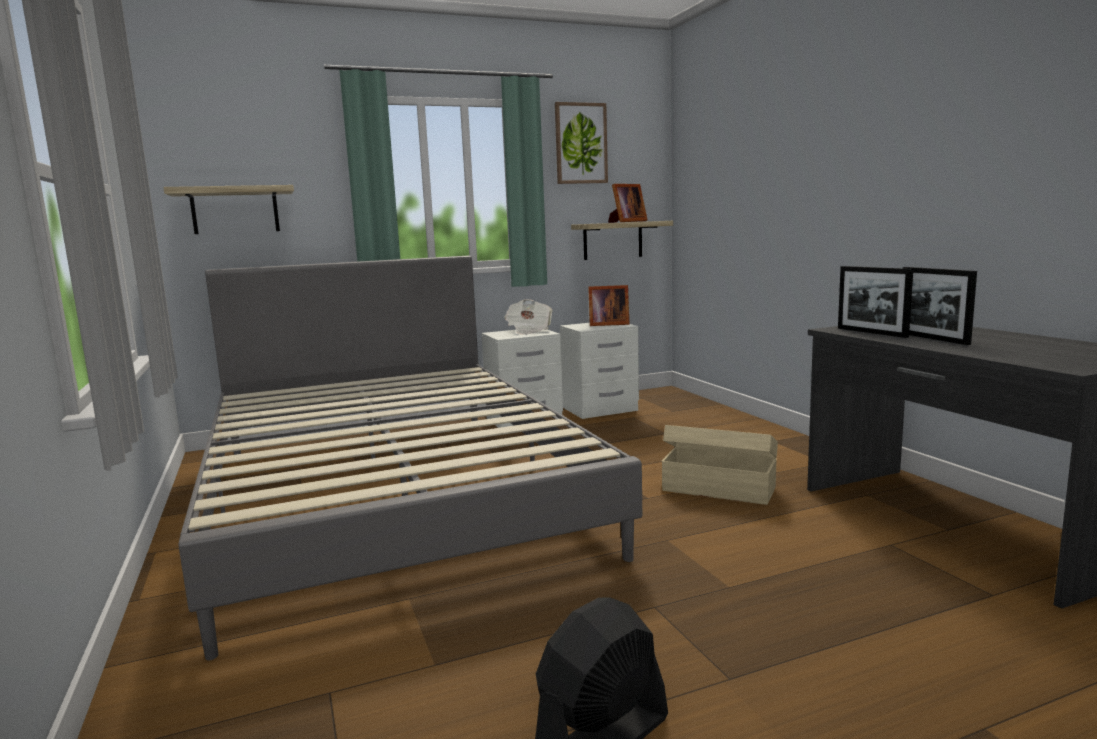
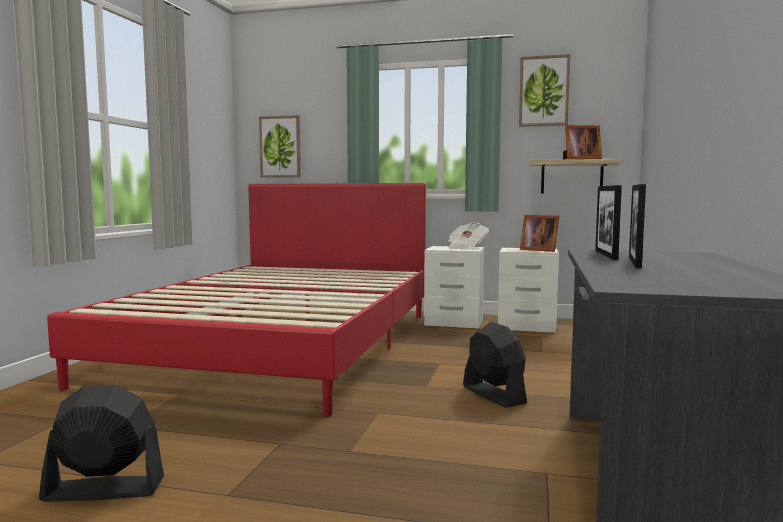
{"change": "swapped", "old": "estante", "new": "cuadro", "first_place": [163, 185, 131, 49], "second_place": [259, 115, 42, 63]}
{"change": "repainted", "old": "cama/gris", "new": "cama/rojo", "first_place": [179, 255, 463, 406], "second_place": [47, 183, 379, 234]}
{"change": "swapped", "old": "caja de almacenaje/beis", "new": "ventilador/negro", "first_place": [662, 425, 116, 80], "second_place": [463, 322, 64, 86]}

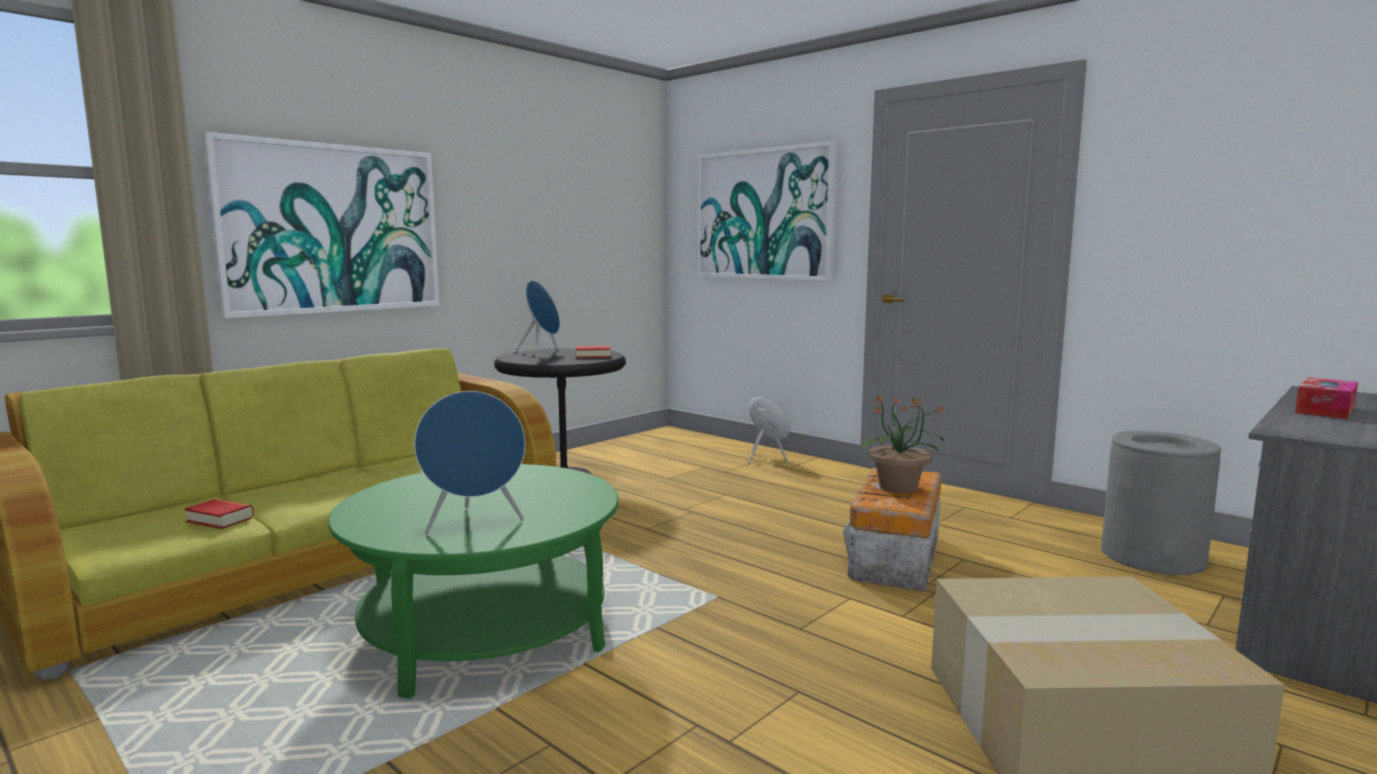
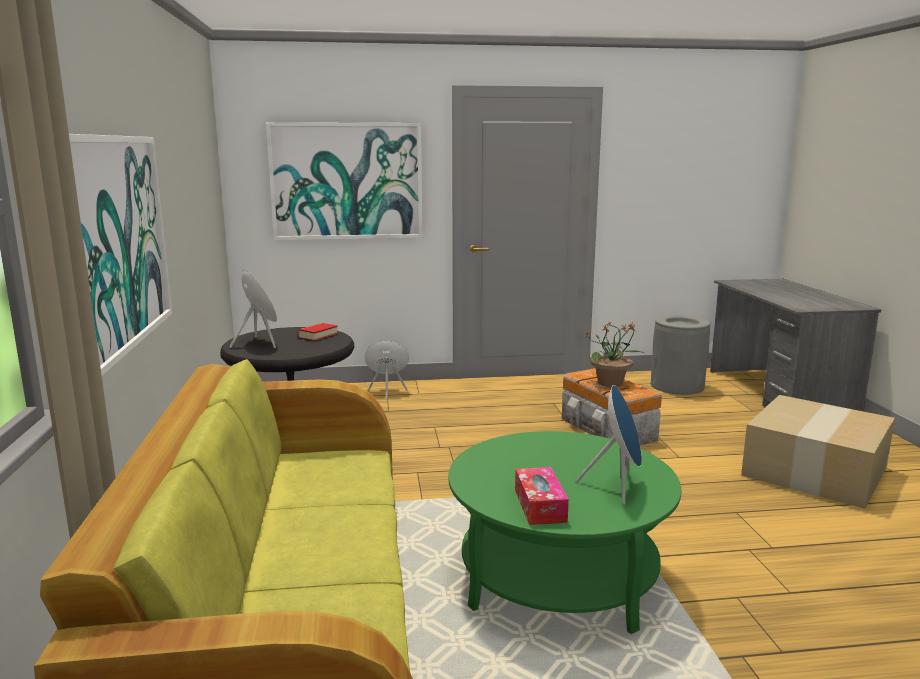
{"change": "shifted", "old": "caja de pañuelos", "first_place": [1295, 377, 63, 42], "second_place": [515, 467, 54, 58]}
{"change": "gone", "old": "libro", "first_place": [184, 499, 70, 30]}

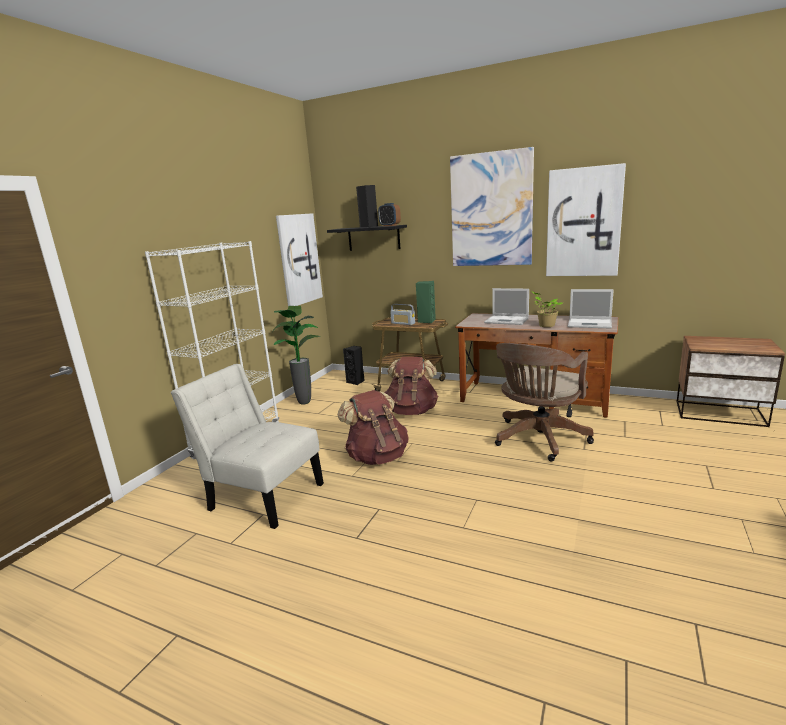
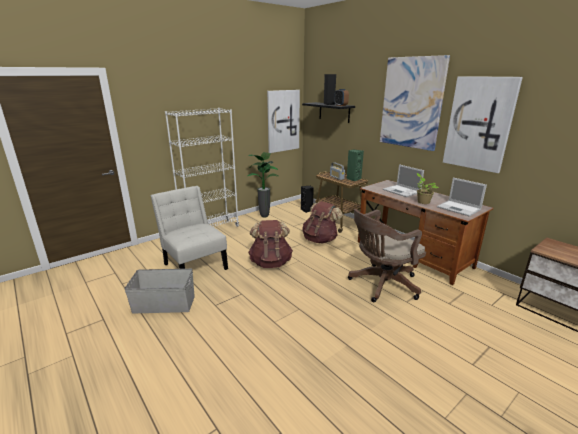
{"change": "new", "new": "caja de almacenaje/gris", "second_place": [124, 269, 71, 44]}

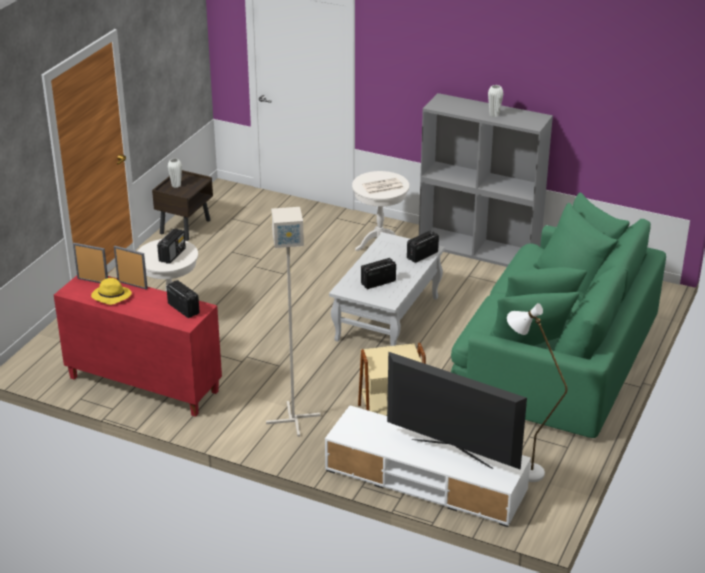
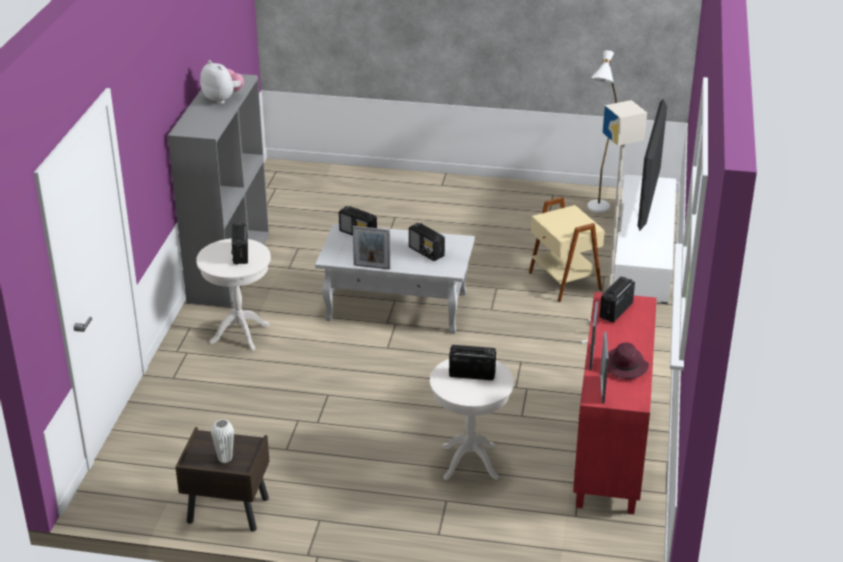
{"change": "swapped", "old": "florero/blanco", "new": "peluche", "first_place": [488, 85, 16, 32], "second_place": [200, 60, 44, 44]}
{"change": "swapped", "old": "periódico", "new": "radio", "first_place": [362, 178, 41, 16], "second_place": [231, 223, 17, 42]}
{"change": "gone", "old": "sofá/verde", "first_place": [451, 192, 215, 246]}
{"change": "repainted", "old": "sombrero/amarillo", "new": "sombrero/morado", "first_place": [91, 278, 41, 27], "second_place": [607, 342, 42, 37]}
{"change": "new", "new": "portarretratos", "second_place": [353, 226, 37, 44]}

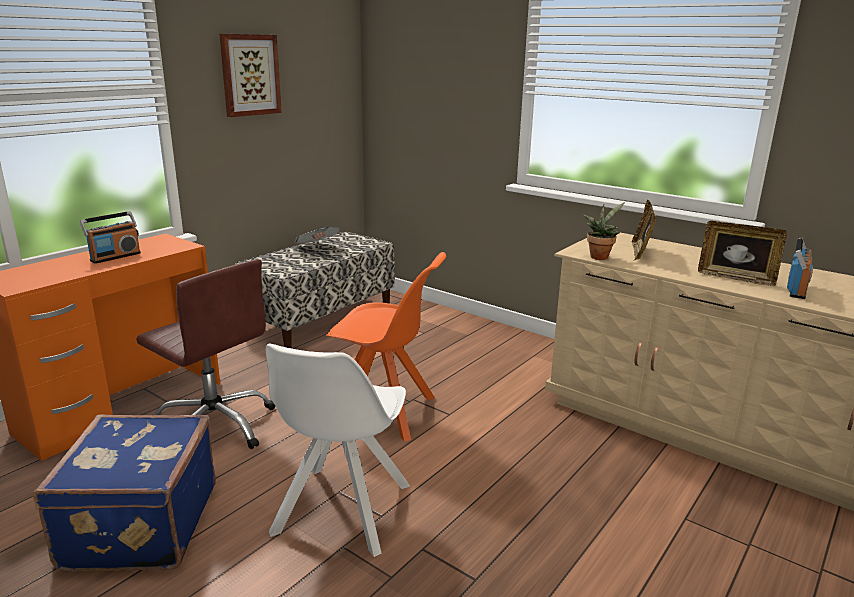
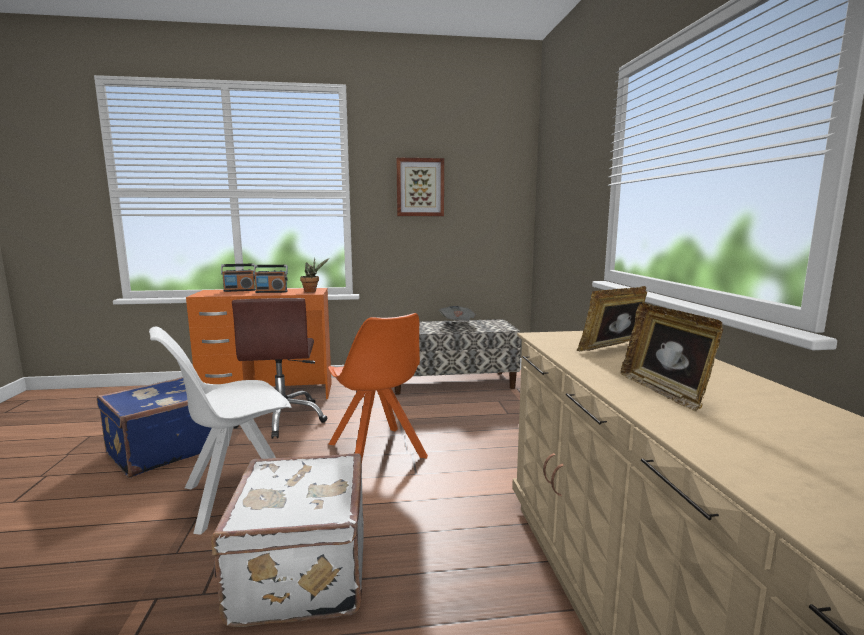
{"change": "shifted", "old": "planta en maceta", "first_place": [582, 202, 43, 58], "second_place": [300, 258, 29, 34]}
{"change": "shifted", "old": "radio", "first_place": [787, 238, 26, 61], "second_place": [221, 264, 35, 28]}
{"change": "new", "new": "maleta/blanco", "second_place": [211, 453, 153, 174]}

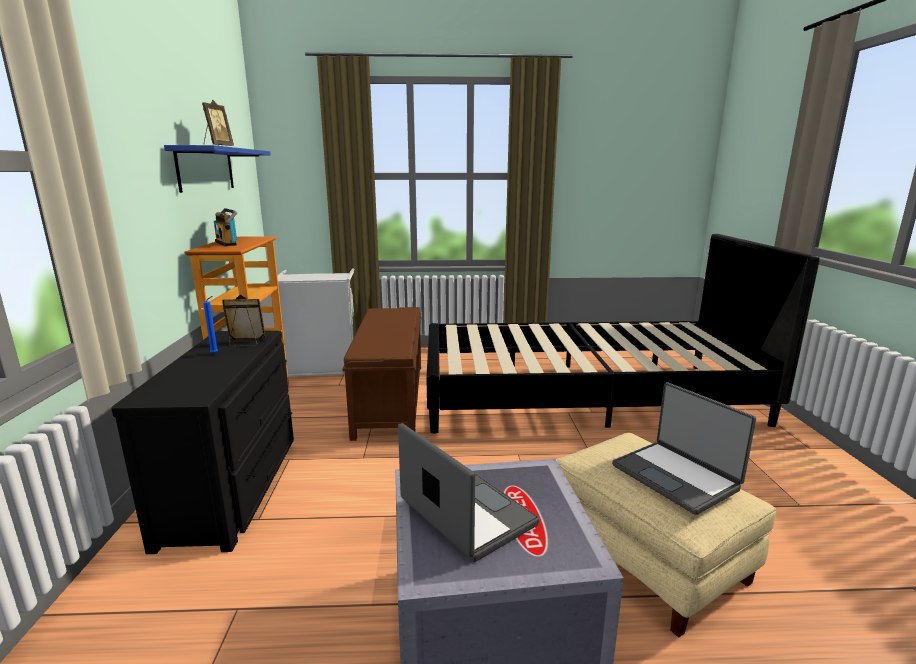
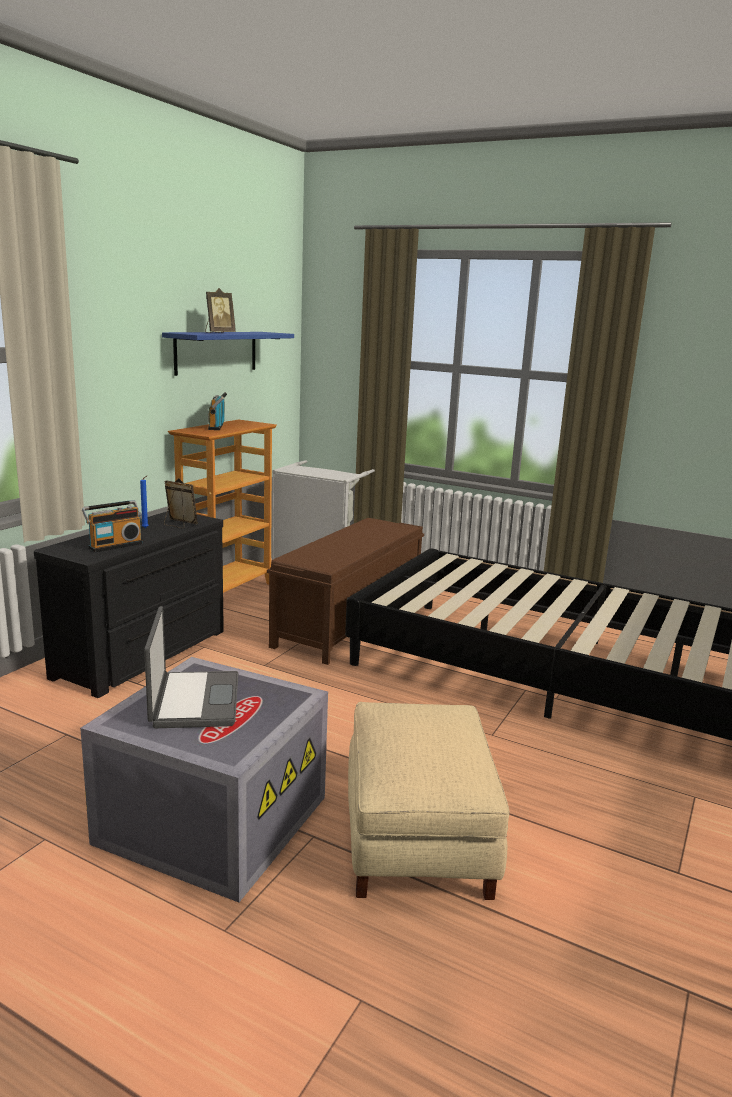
{"change": "gone", "old": "portátil", "first_place": [612, 382, 144, 133]}
{"change": "new", "new": "radio", "second_place": [82, 500, 60, 52]}

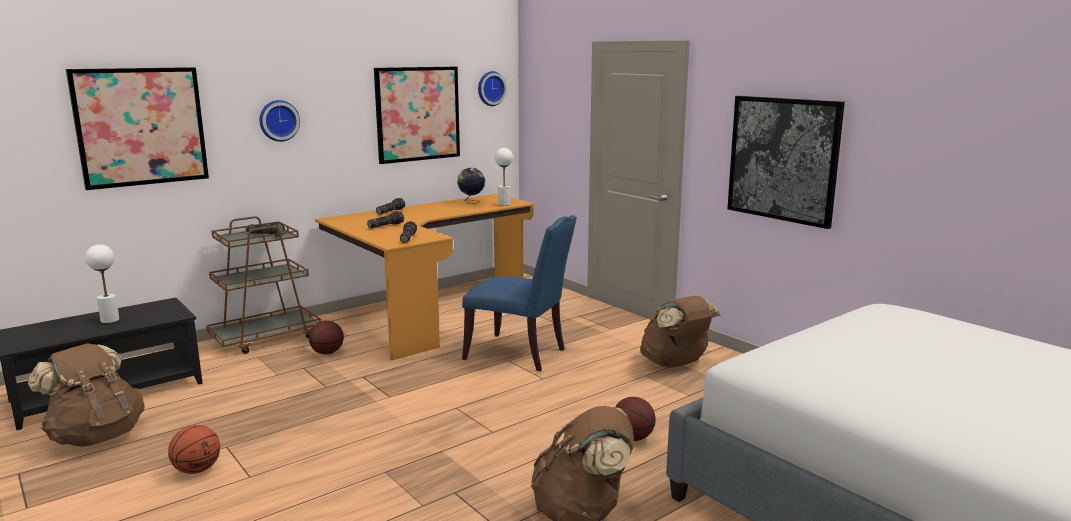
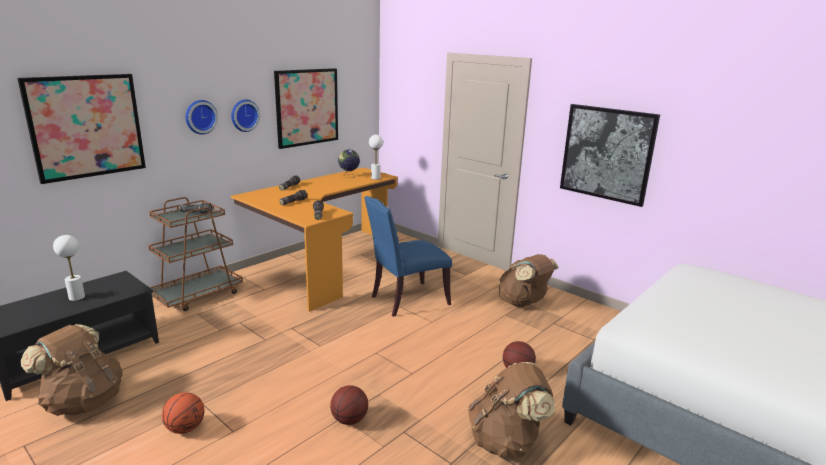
{"change": "shifted", "old": "reloj de pared", "first_place": [478, 71, 29, 35], "second_place": [231, 100, 29, 32]}
{"change": "rotated", "old": "silla/azul", "first_place": [462, 215, 115, 156], "second_place": [364, 196, 88, 121], "degrees": 135}
{"change": "shifted", "old": "balón de baloncesto", "first_place": [309, 320, 35, 35], "second_place": [330, 385, 38, 40]}

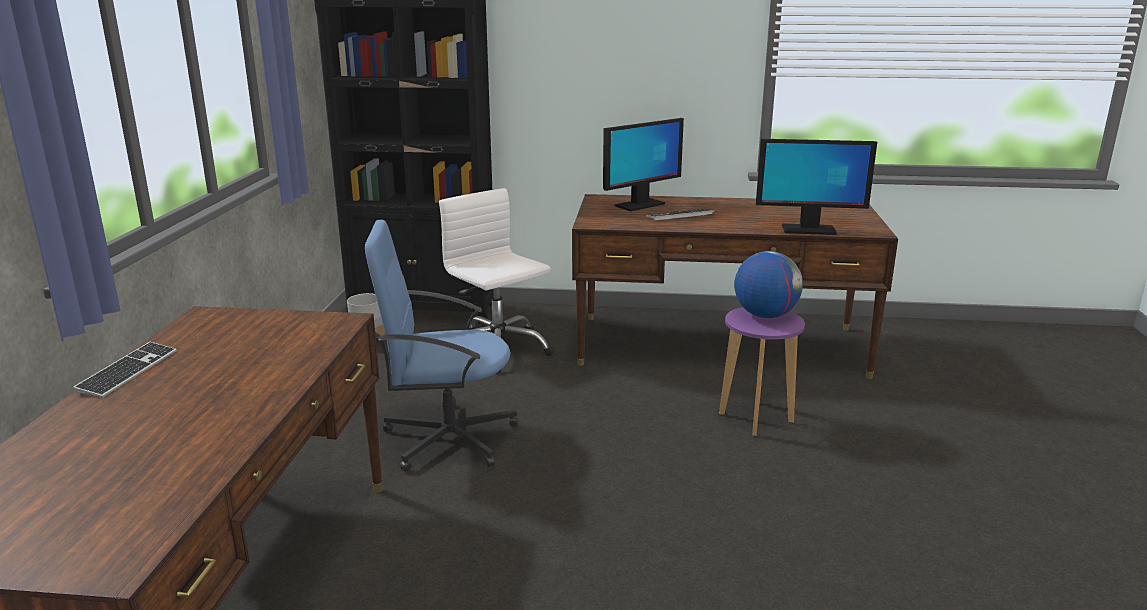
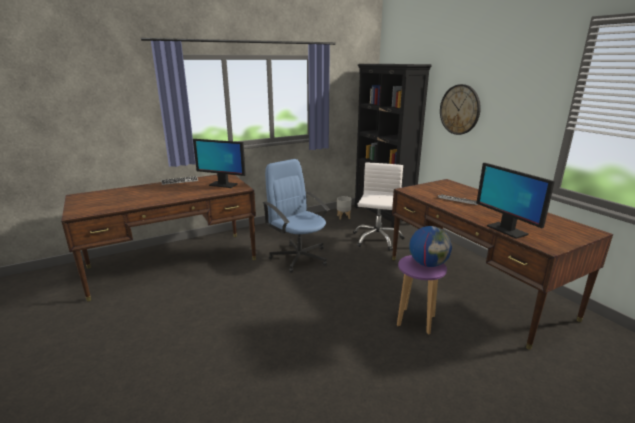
{"change": "shifted", "old": "monitor", "first_place": [603, 118, 81, 93], "second_place": [193, 139, 53, 49]}
{"change": "new", "new": "reloj de pared", "second_place": [440, 84, 41, 51]}

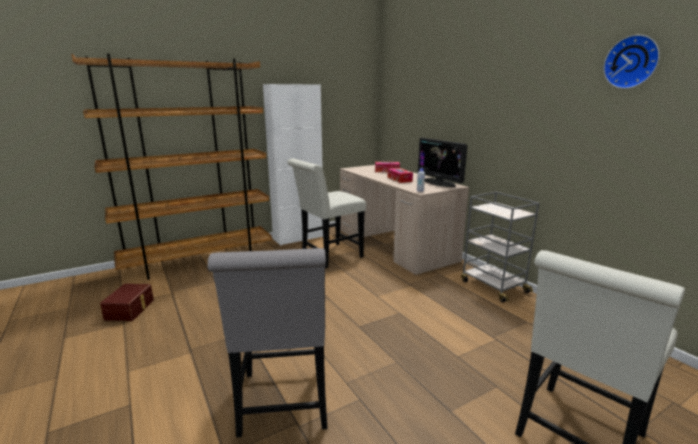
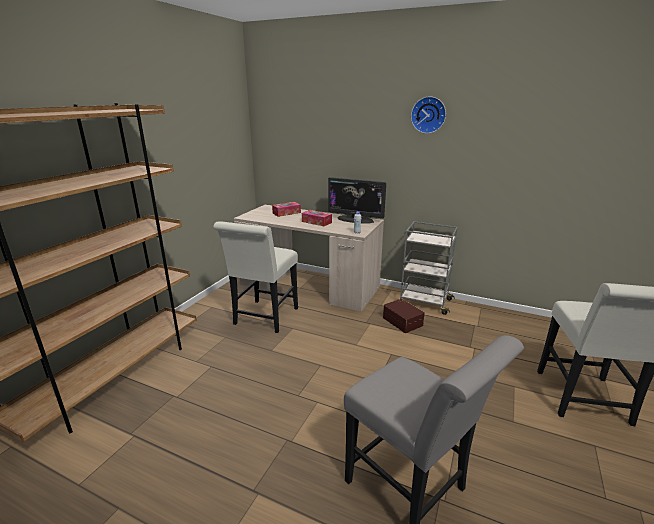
{"change": "shifted", "old": "reloj de pared", "first_place": [603, 35, 57, 54], "second_place": [411, 96, 35, 38]}
{"change": "gone", "old": "armario/blanco", "first_place": [263, 84, 60, 162]}
{"change": "shifted", "old": "caja de almacenaje/marrón", "first_place": [100, 284, 54, 37], "second_place": [383, 299, 42, 34]}

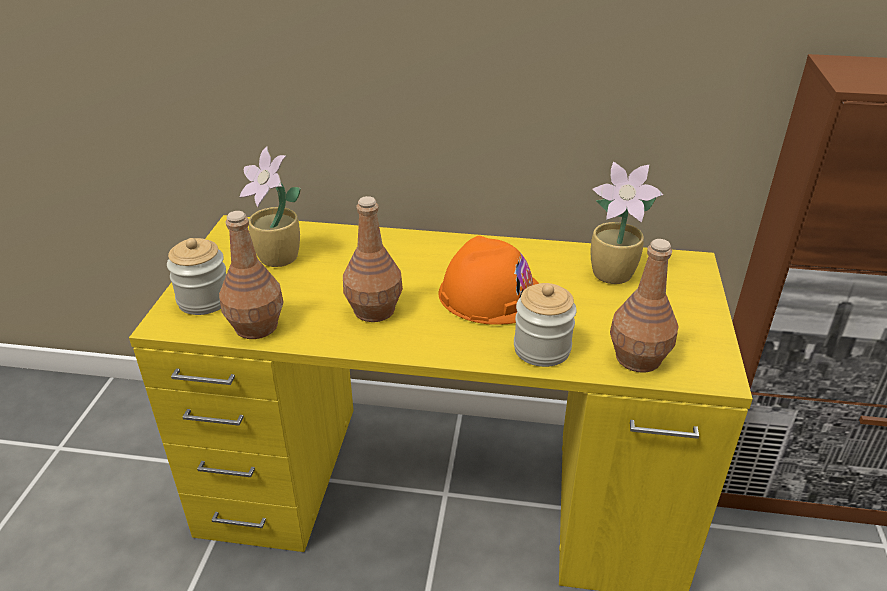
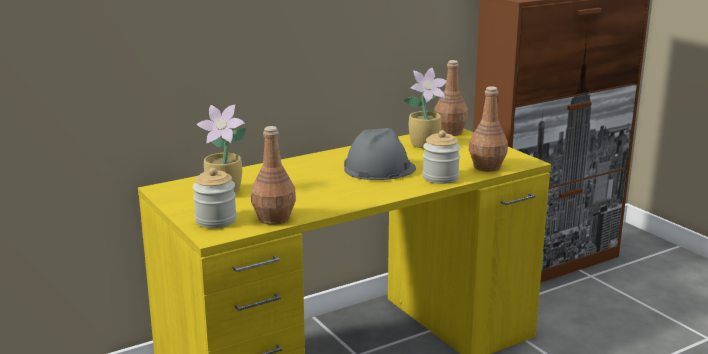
{"change": "shifted", "old": "botella/marrón", "first_place": [343, 196, 60, 126], "second_place": [434, 60, 34, 76]}
{"change": "repainted", "old": "casco/naranja", "new": "casco/gris", "first_place": [438, 235, 102, 90], "second_place": [344, 128, 72, 52]}

